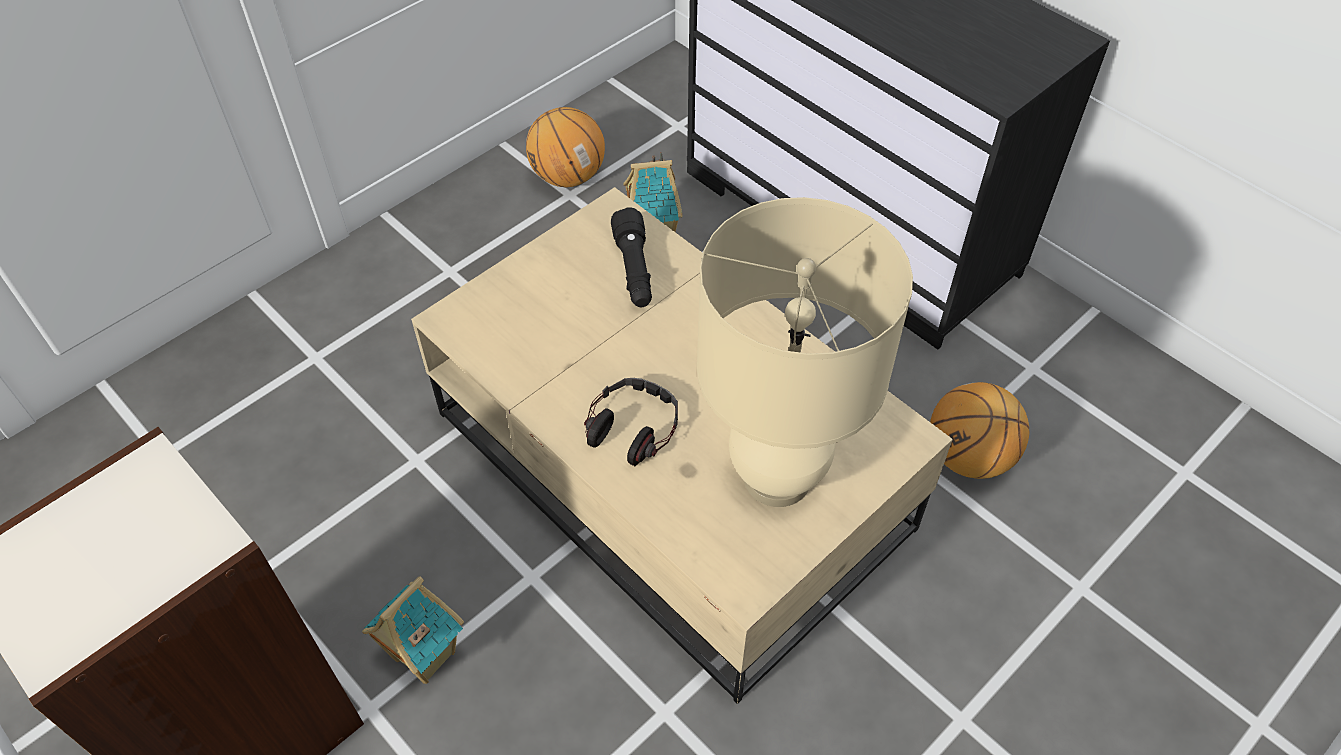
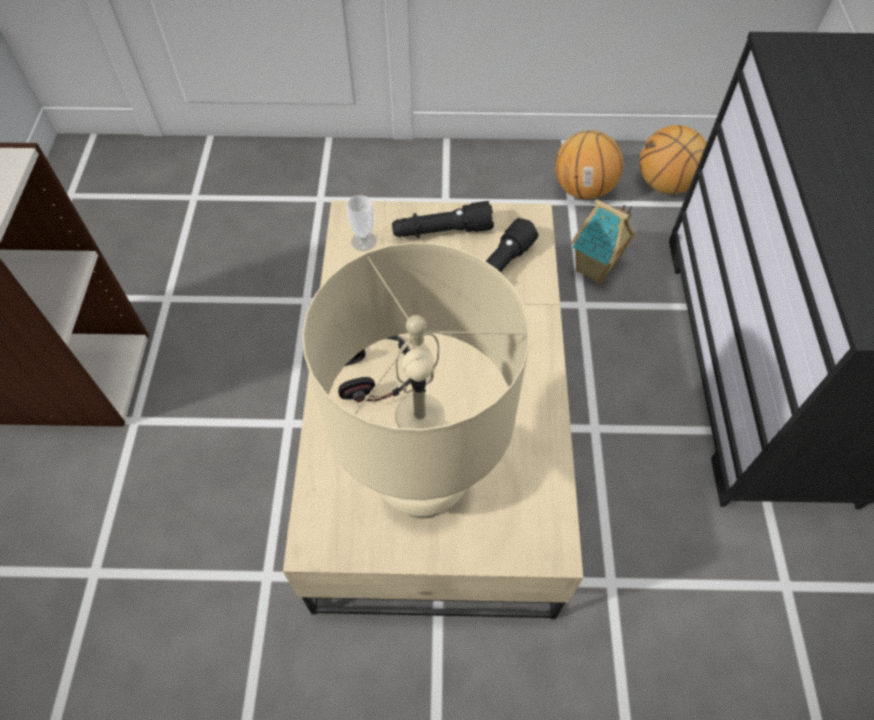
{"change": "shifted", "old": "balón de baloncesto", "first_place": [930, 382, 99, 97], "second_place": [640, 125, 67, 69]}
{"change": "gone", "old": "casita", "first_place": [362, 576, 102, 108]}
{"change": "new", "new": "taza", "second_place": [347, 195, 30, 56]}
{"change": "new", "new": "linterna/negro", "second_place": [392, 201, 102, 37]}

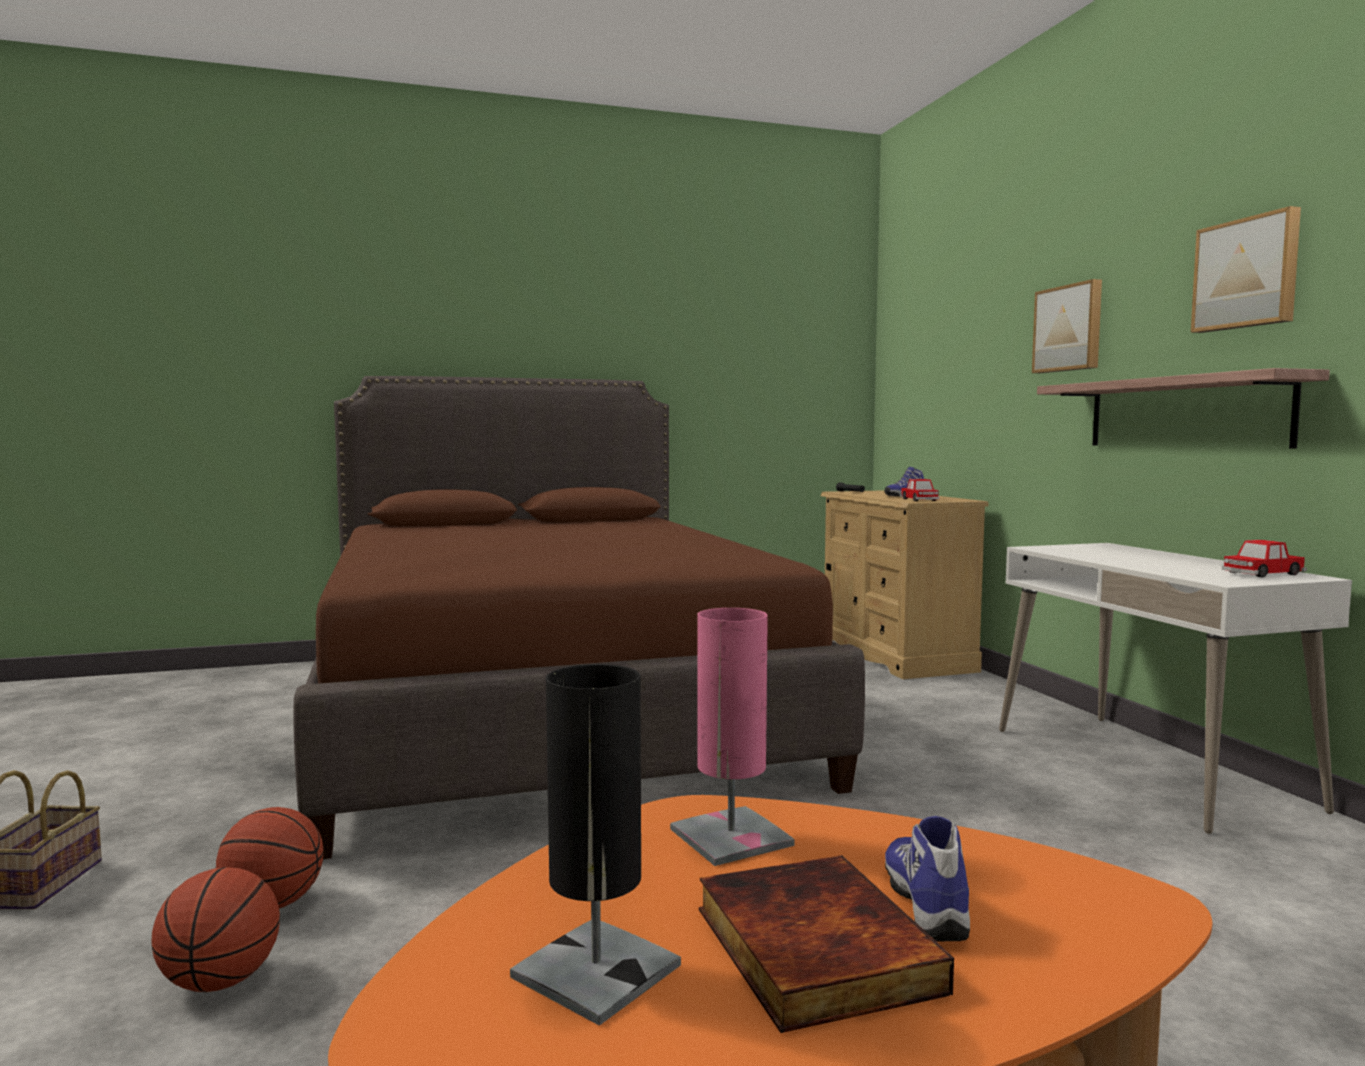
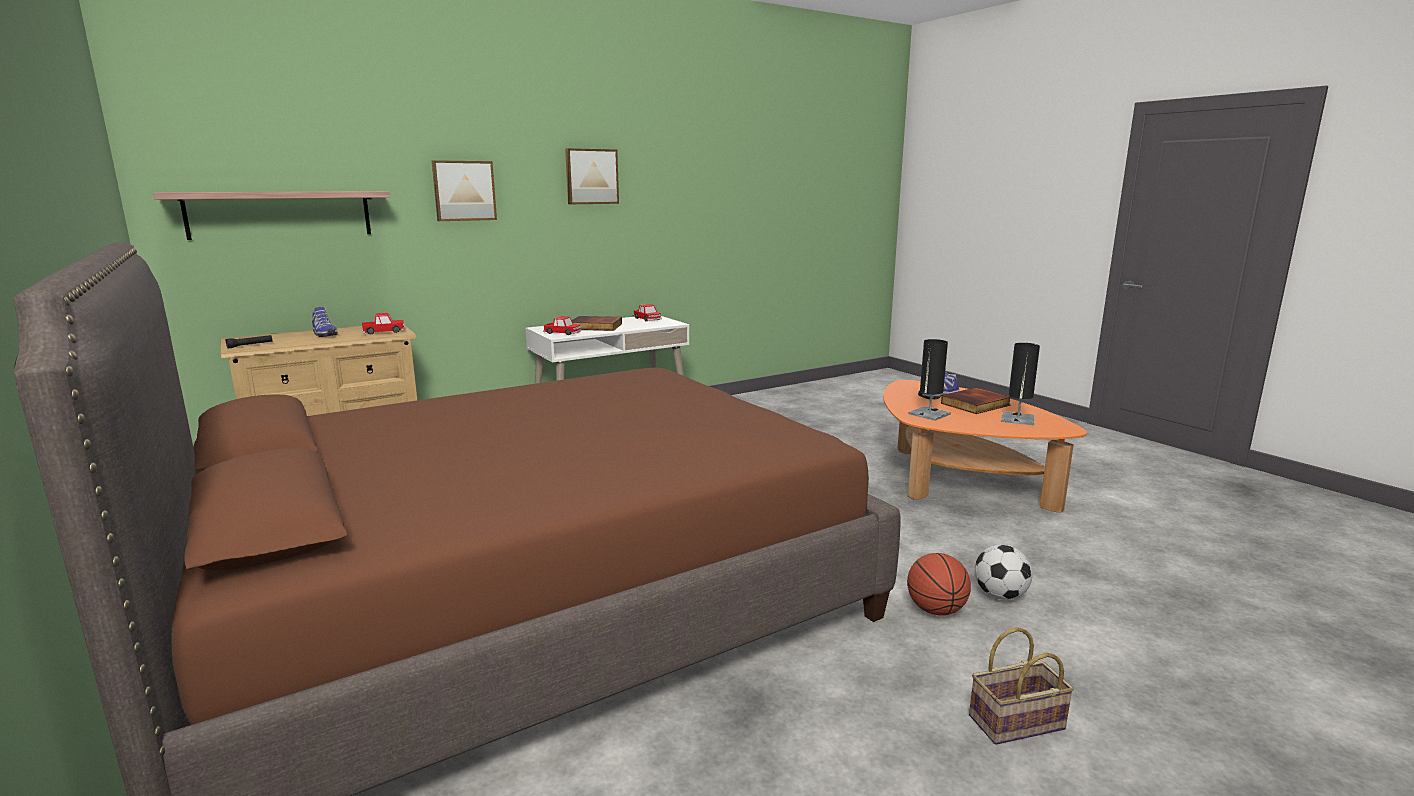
{"change": "shifted", "old": "estante", "first_place": [1037, 368, 293, 80], "second_place": [153, 191, 237, 49]}
{"change": "repainted", "old": "lámpara de mesa/rosa", "new": "lámpara de mesa/negro", "first_place": [670, 608, 125, 258], "second_place": [908, 339, 43, 82]}
{"change": "swapped", "old": "balón de baloncesto", "new": "balón de fútbol", "first_place": [151, 867, 129, 125], "second_place": [975, 545, 58, 55]}
{"change": "new", "new": "coche de juguete", "second_place": [543, 316, 39, 19]}
{"change": "new", "new": "libro", "second_place": [572, 316, 50, 15]}

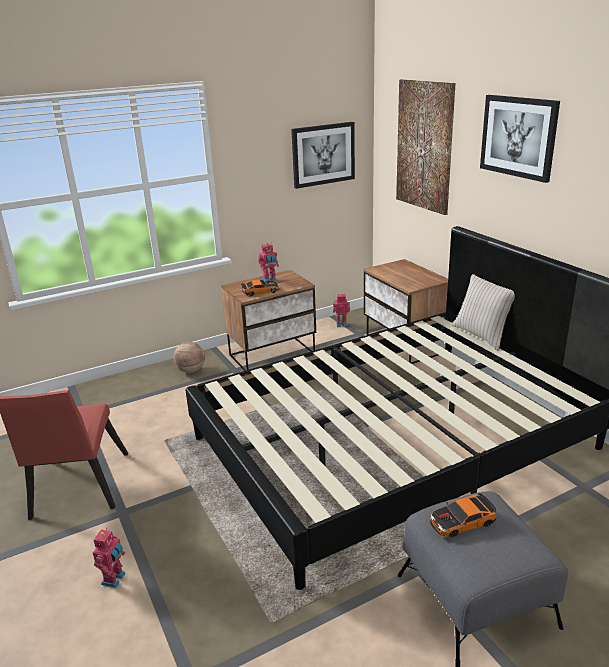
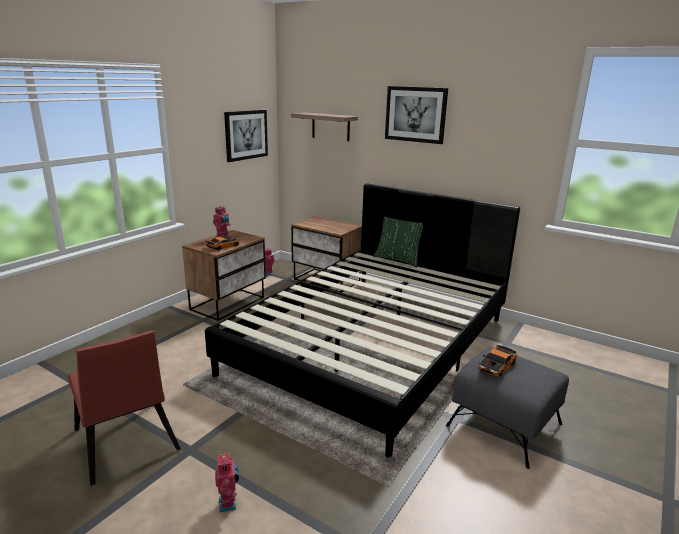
{"change": "swapped", "old": "cuadro", "new": "estante", "first_place": [396, 79, 59, 136], "second_place": [291, 112, 67, 29]}
{"change": "repainted", "old": "cojín/beis", "new": "cojín/verde", "first_place": [452, 274, 63, 77], "second_place": [373, 217, 50, 51]}
{"change": "gone", "old": "balón de baloncesto", "first_place": [174, 342, 31, 31]}

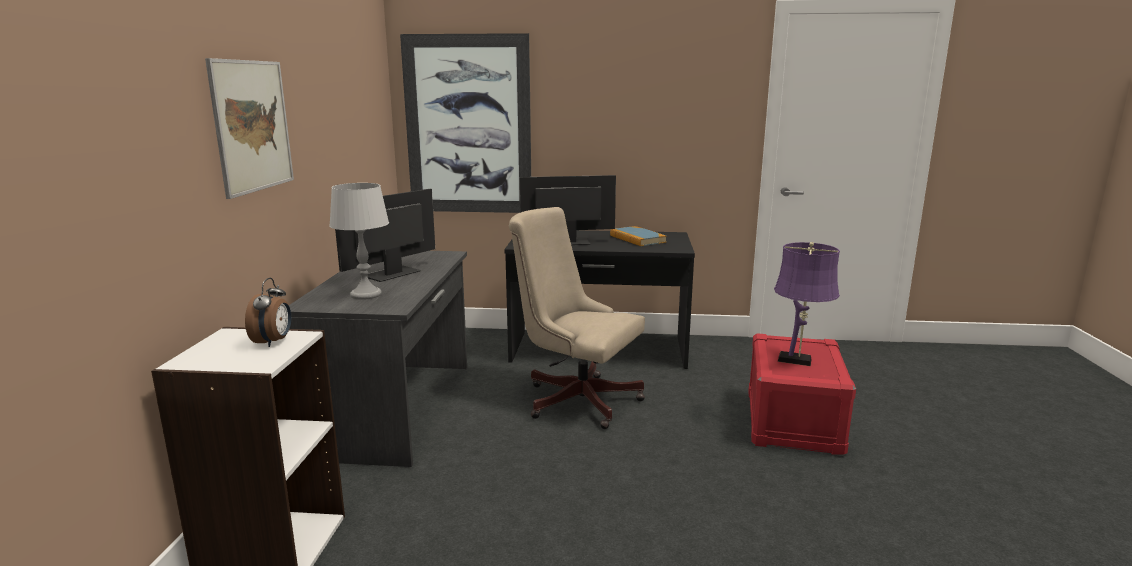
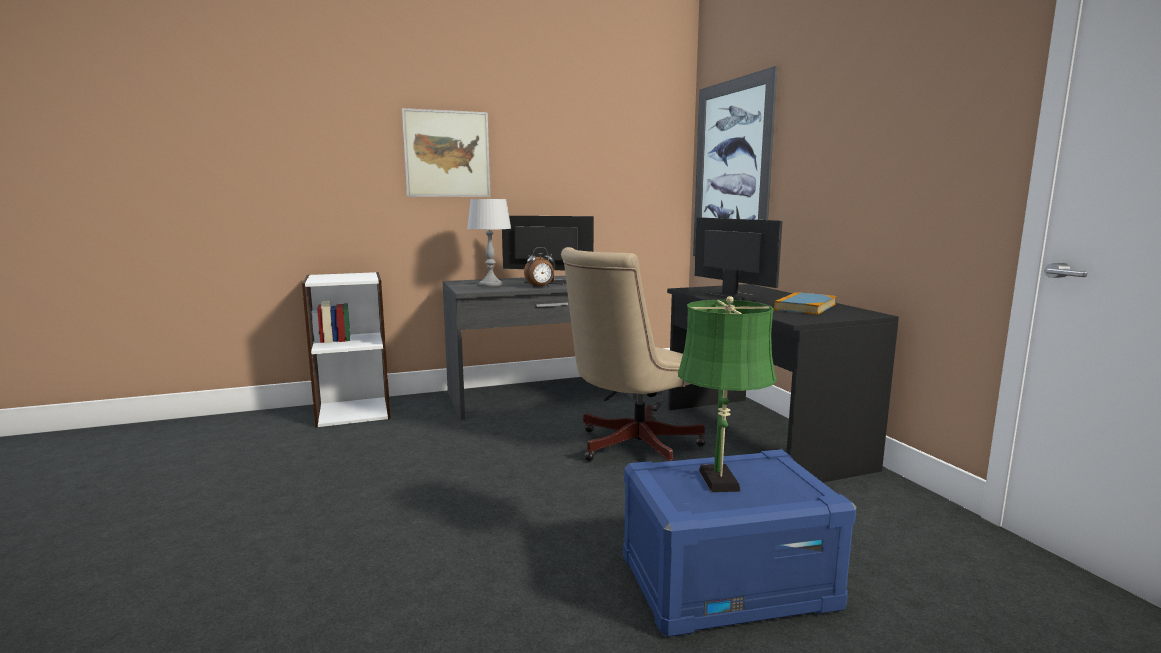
{"change": "rotated", "old": "silla de oficina/beis", "first_place": [509, 207, 136, 222], "second_place": [561, 247, 145, 215], "degrees": -135}
{"change": "repainted", "old": "lámpara de mesa/morado", "new": "lámpara de mesa/verde", "first_place": [774, 242, 66, 124], "second_place": [678, 296, 99, 196]}
{"change": "shifted", "old": "despertador", "first_place": [245, 278, 46, 69], "second_place": [524, 247, 30, 41]}
{"change": "repainted", "old": "caja de almacenaje/rojo", "new": "caja de almacenaje/azul", "first_place": [748, 333, 108, 123], "second_place": [623, 449, 233, 188]}

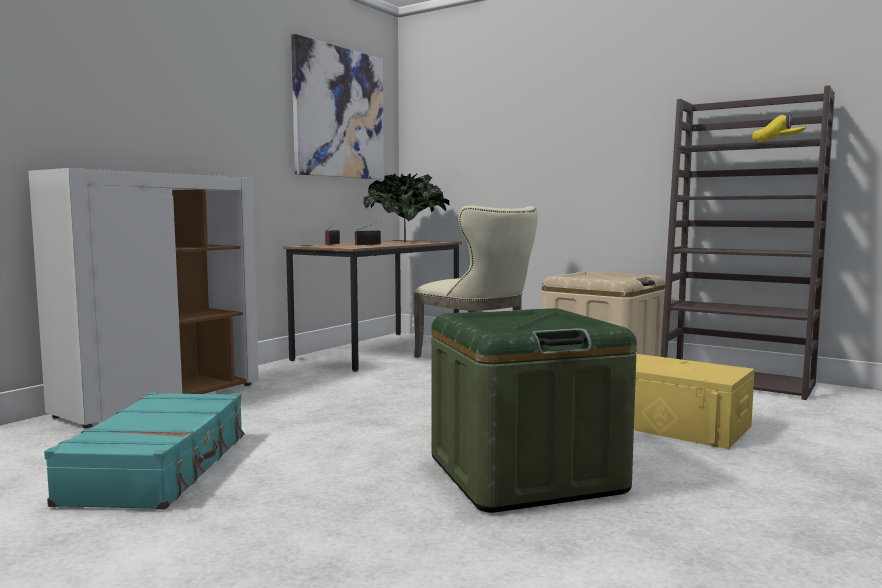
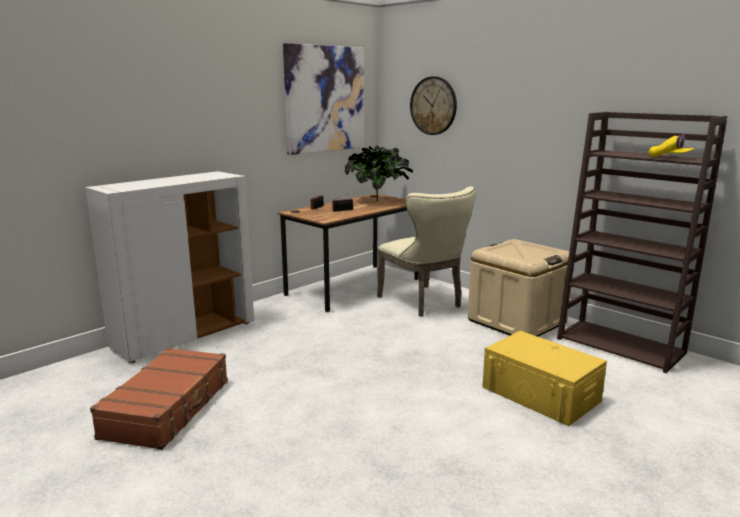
{"change": "gone", "old": "caja de almacenaje/verde", "first_place": [431, 308, 206, 205]}
{"change": "repainted", "old": "maleta/turquesa", "new": "maleta/marrón", "first_place": [44, 392, 201, 118], "second_place": [90, 348, 138, 102]}
{"change": "new", "new": "reloj de pared", "second_place": [410, 76, 47, 59]}

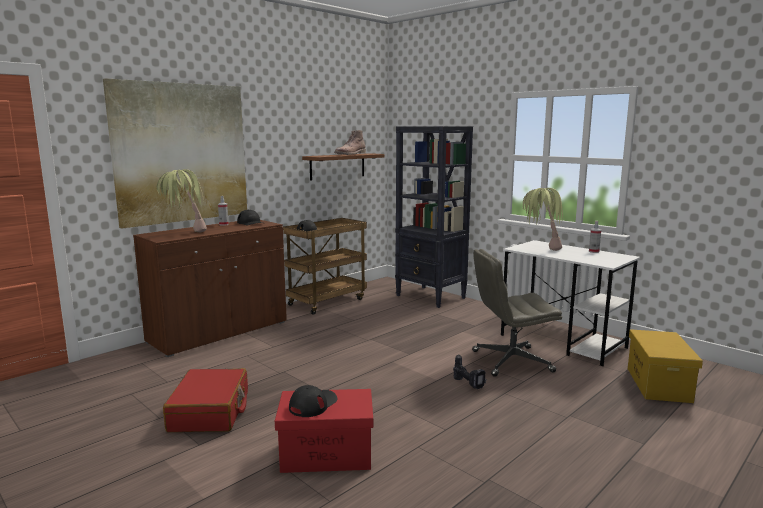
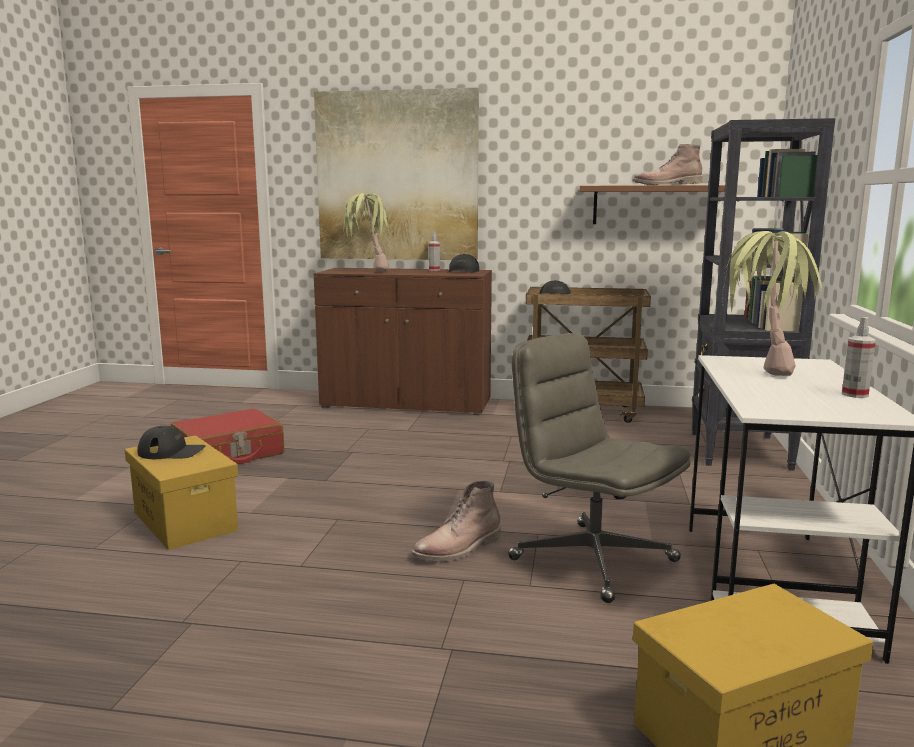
{"change": "swapped", "old": "taladro", "new": "bota/marrón", "first_place": [453, 354, 34, 35], "second_place": [411, 481, 90, 81]}
{"change": "repainted", "old": "caja de almacenaje/rojo", "new": "caja de almacenaje/amarillo", "first_place": [275, 389, 98, 84], "second_place": [125, 435, 113, 115]}

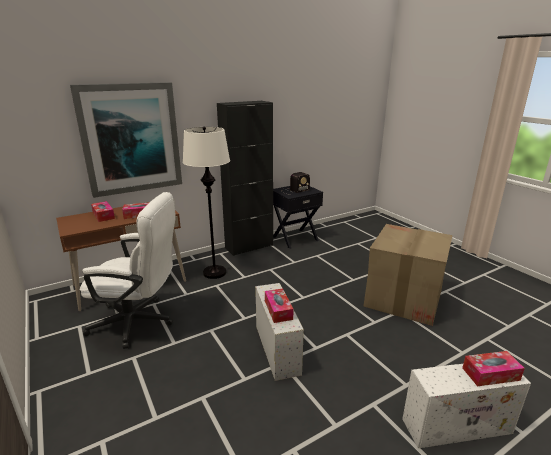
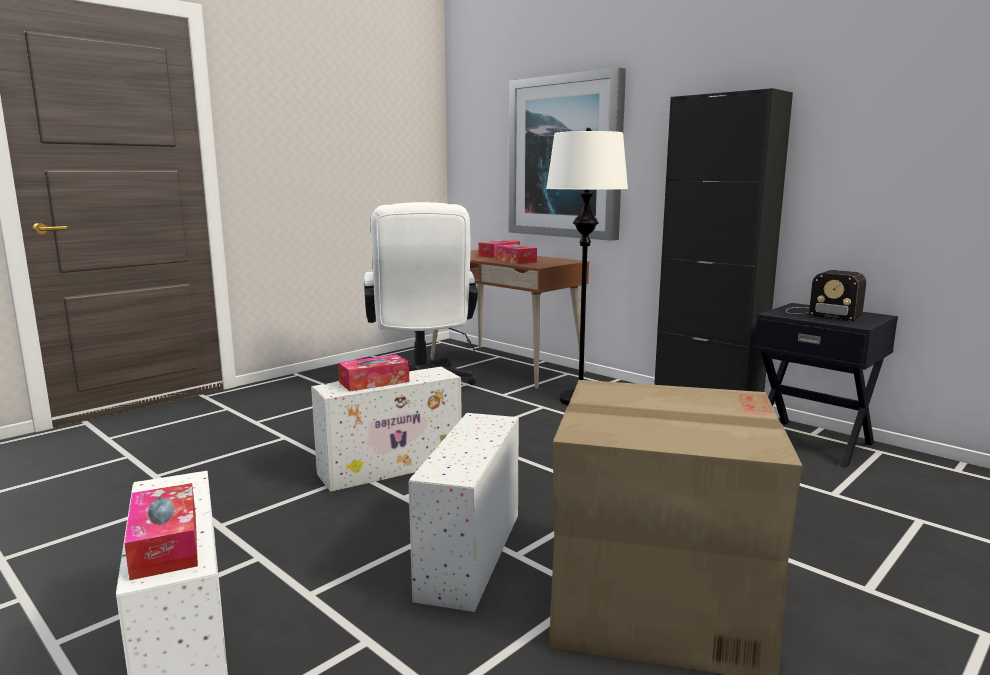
{"change": "new", "new": "caja de almacenaje/blanco", "second_place": [409, 413, 110, 199]}

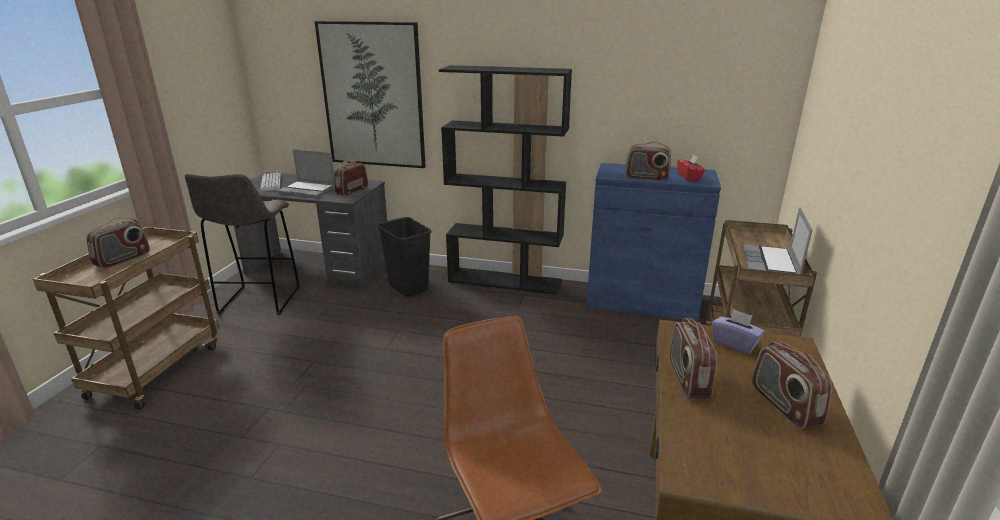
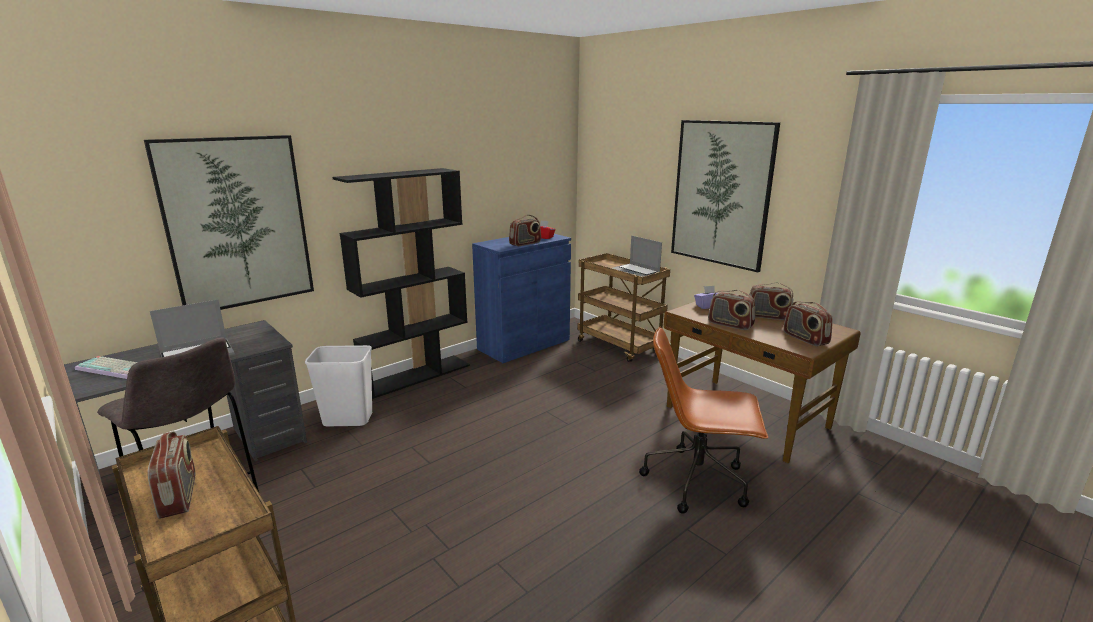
{"change": "shifted", "old": "radio", "first_place": [334, 160, 34, 36], "second_place": [783, 301, 50, 45]}
{"change": "repainted", "old": "papelera/negro", "new": "papelera/blanco", "first_place": [377, 217, 54, 80], "second_place": [305, 345, 67, 81]}
{"change": "new", "new": "cuadro", "second_place": [671, 120, 109, 152]}

